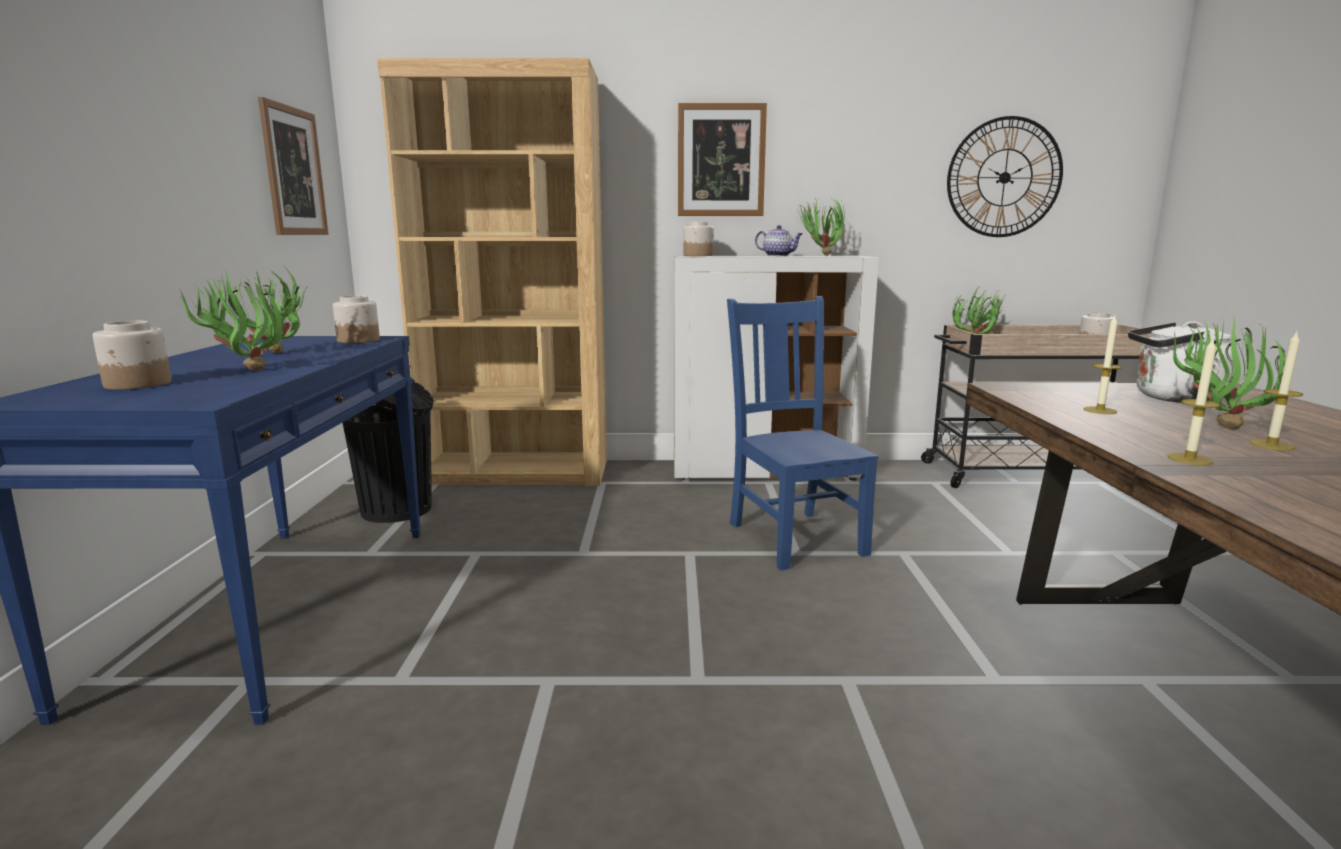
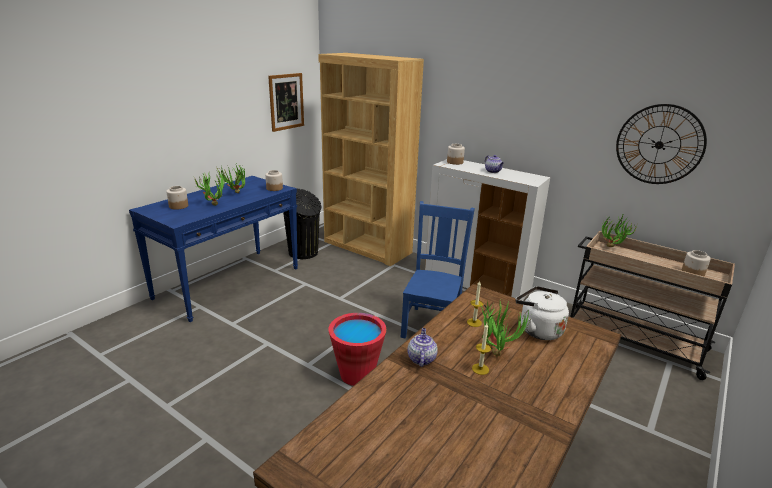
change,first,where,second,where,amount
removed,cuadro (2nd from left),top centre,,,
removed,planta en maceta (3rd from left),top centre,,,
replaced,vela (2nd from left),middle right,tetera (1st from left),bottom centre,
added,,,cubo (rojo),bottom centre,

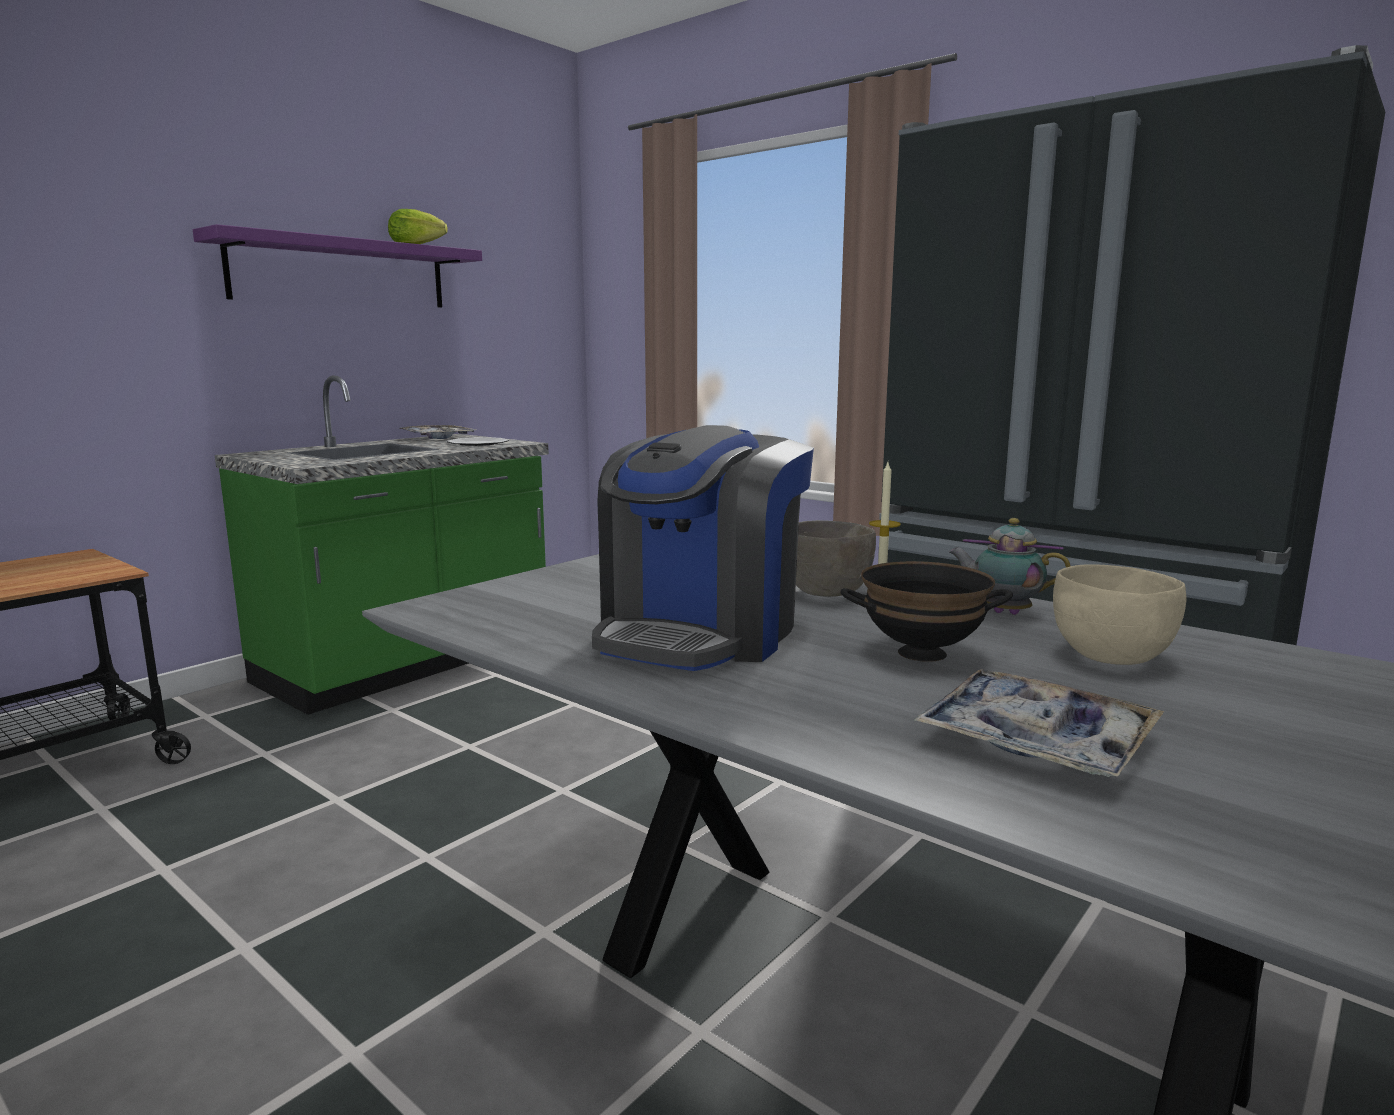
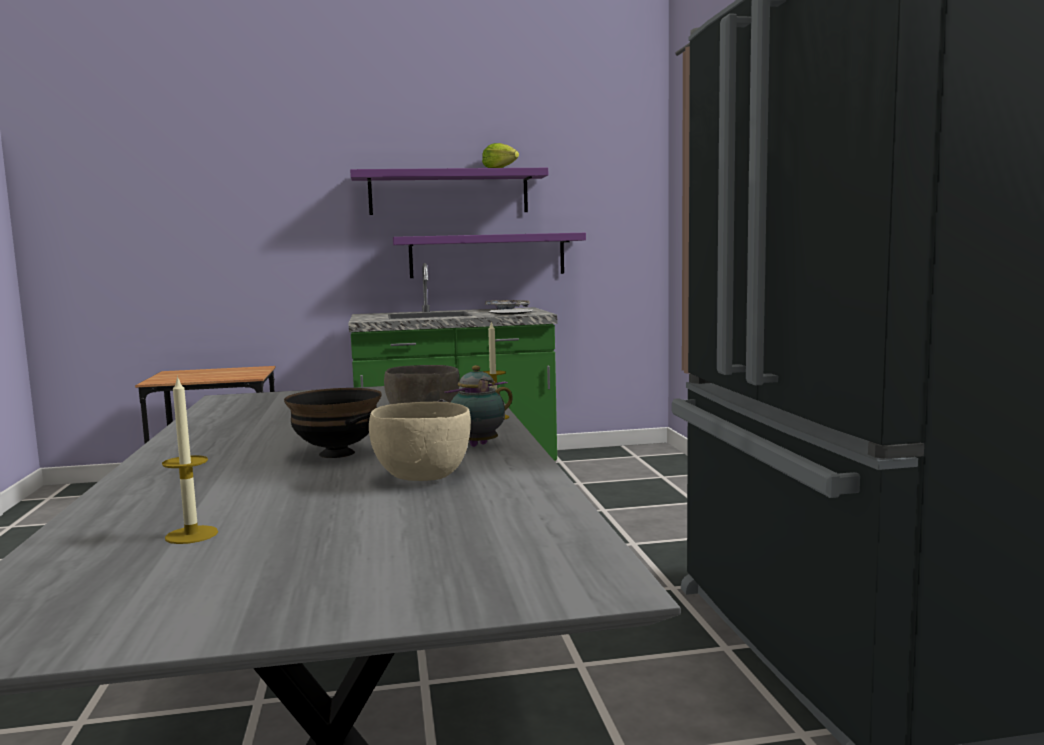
change,first,where,second,where,amount
removed,cafetera,centre,,,
turned,tetera,middle right,,centre,105 degrees counterclockwise
removed,bandeja (2nd from left),middle right,,,
added,,,estante (morado) (2nd from left),centre,
added,,,vela (1st from left),middle left,

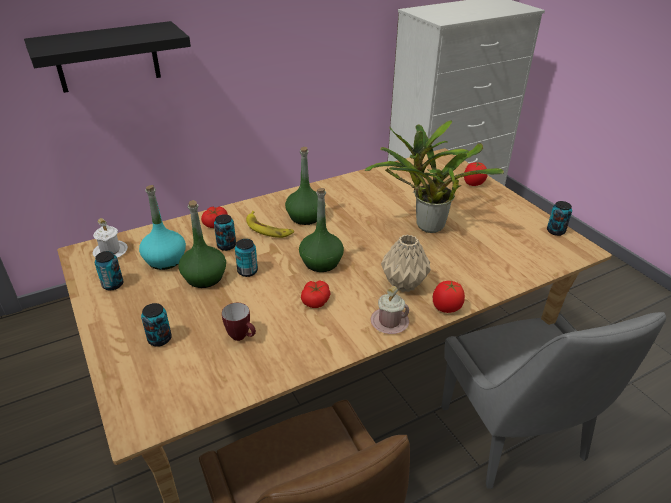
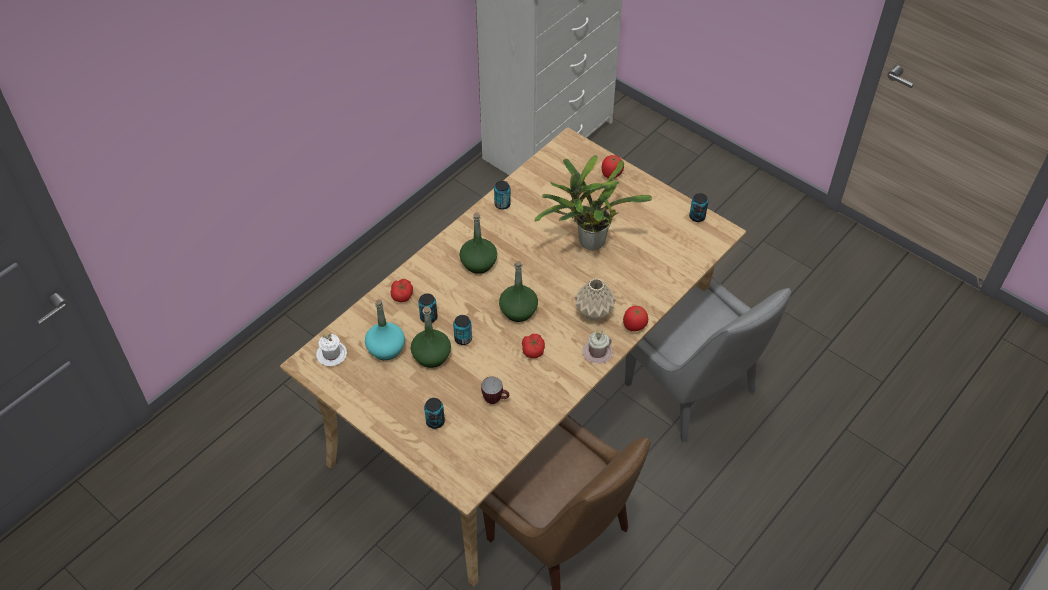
change,first,where,second,where,amount
removed,estante (negro),top left,,,
removed,plátano,centre,,,
moved,lata (1st from left in the first image),middle left,lata (4th from left),top centre,

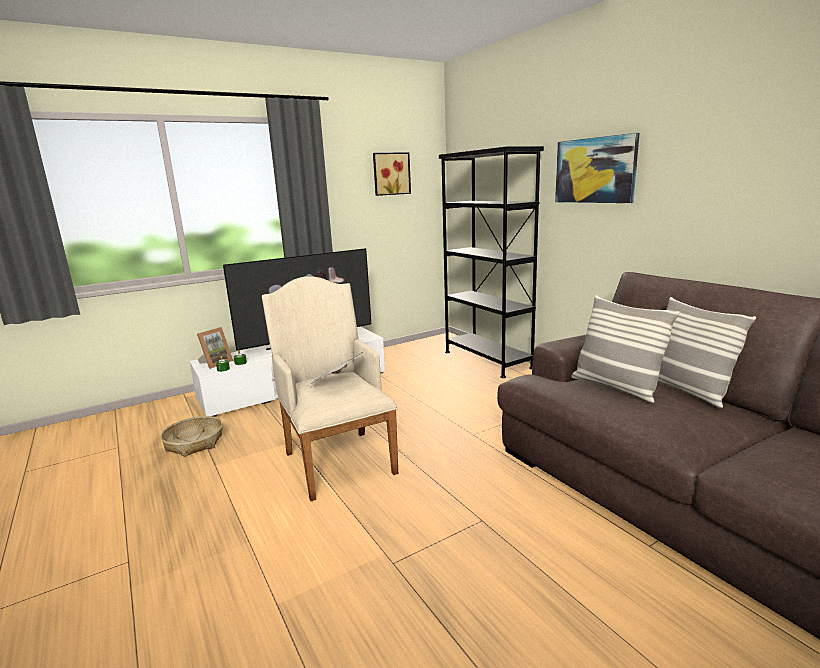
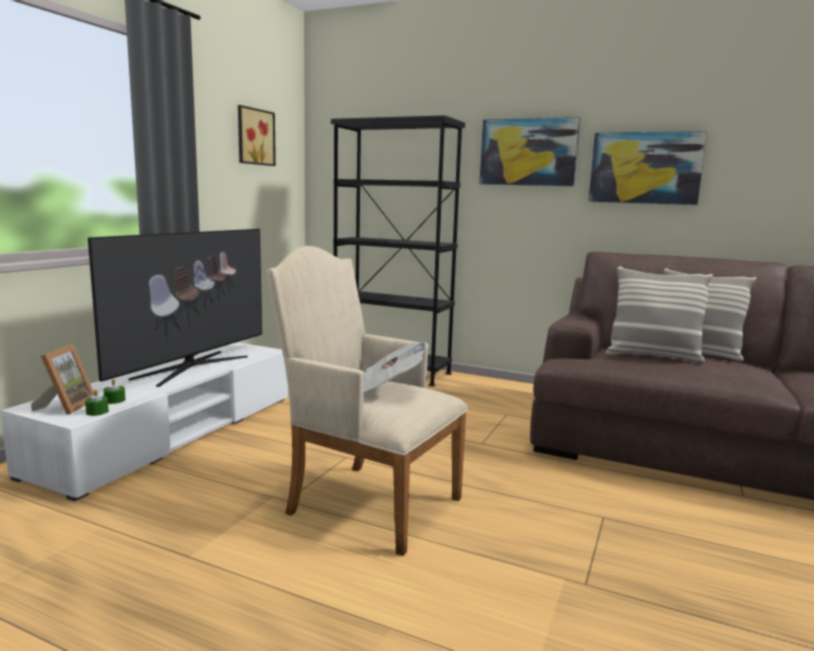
change,first,where,second,where,amount
removed,cesta,middle left,,,
added,,,cuadro (3rd from left),top right,

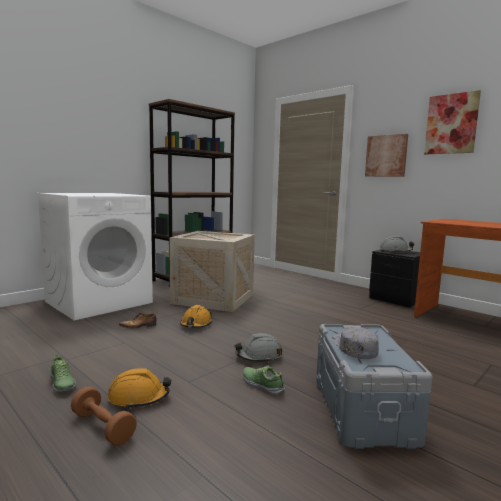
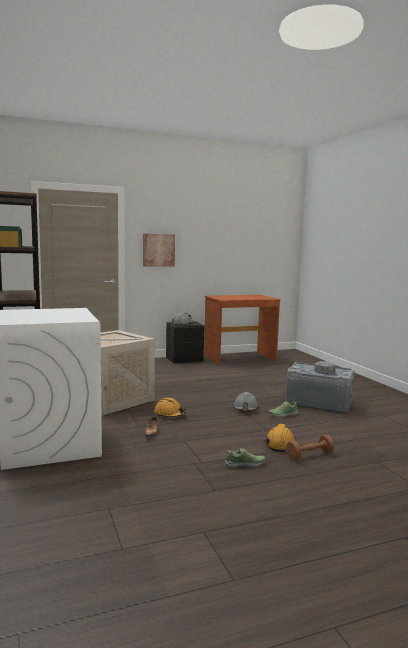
change,first,where,second,where,amount
removed,cuadro (2nd from left),top right,,,

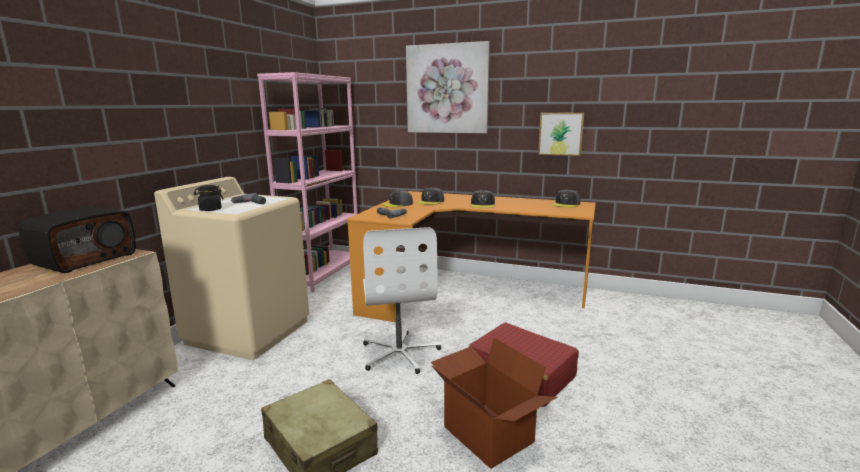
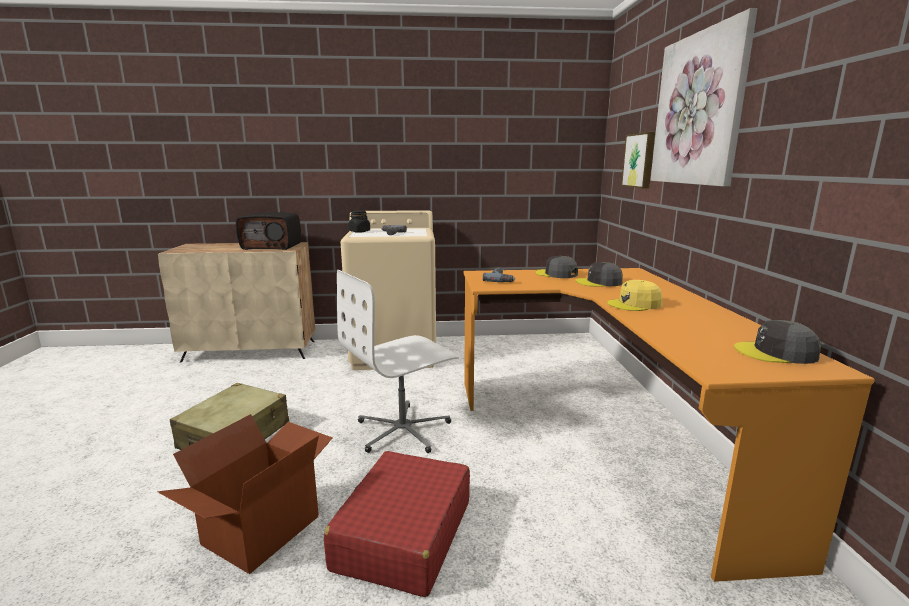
change,first,where,second,where,amount
removed,estantería (rosa),centre,,,
moved,cuadro (2nd from left in the first image),top centre,cuadro (1st from left),top right,
recoloured,gorra (gris) (3rd from left),centre,gorra (amarillo),middle right,

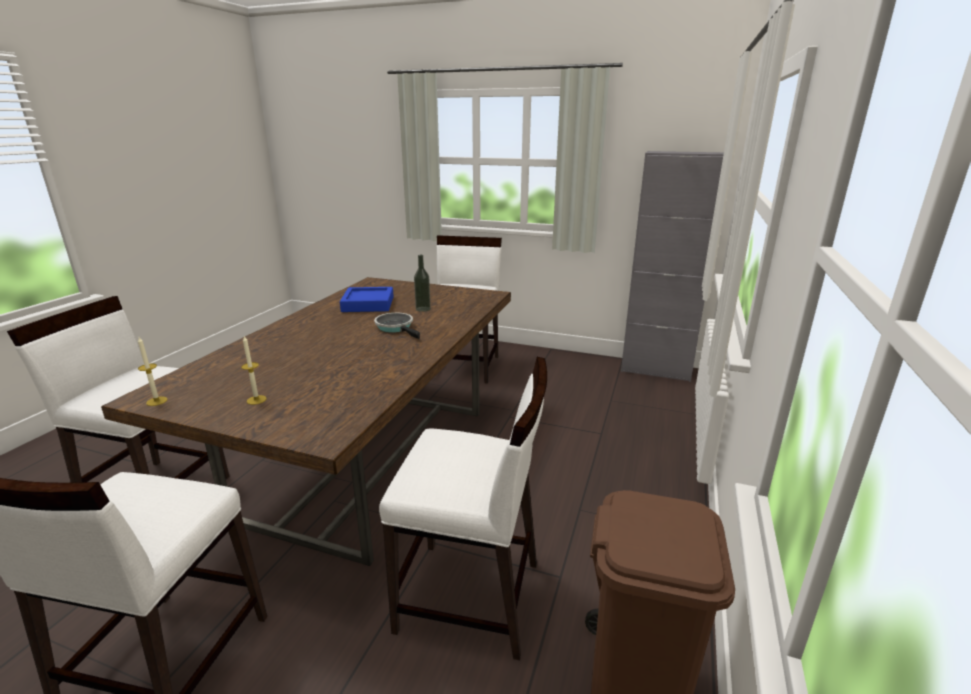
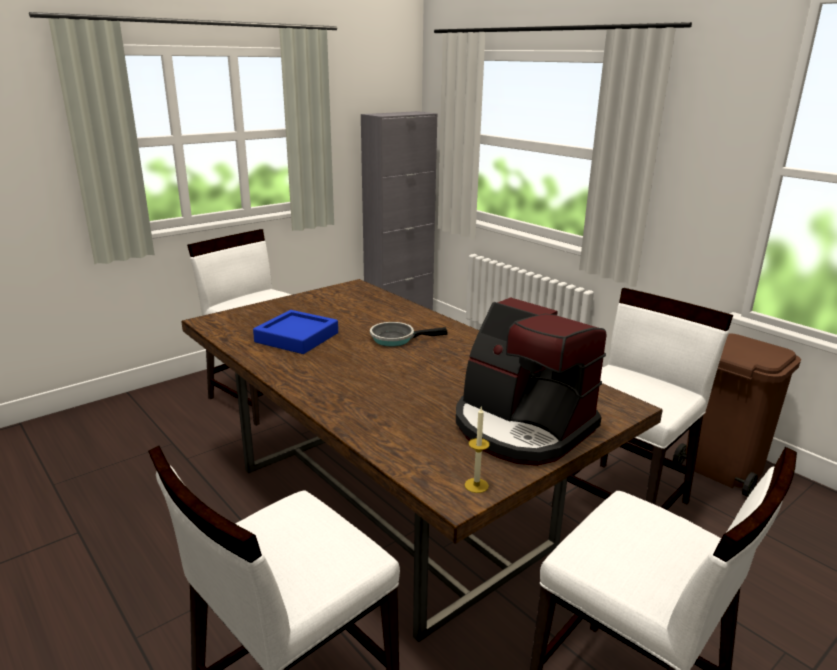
change,first,where,second,where,amount
removed,botella,centre,,,
replaced,vela (2nd from left),middle left,cafetera,centre,

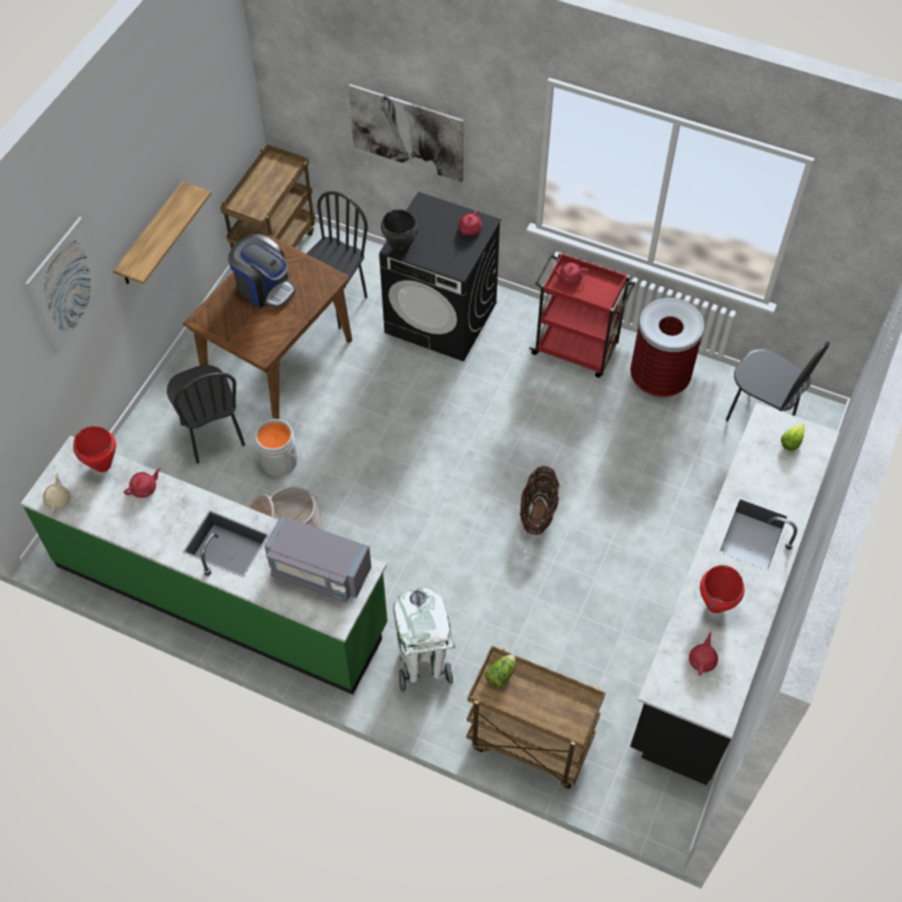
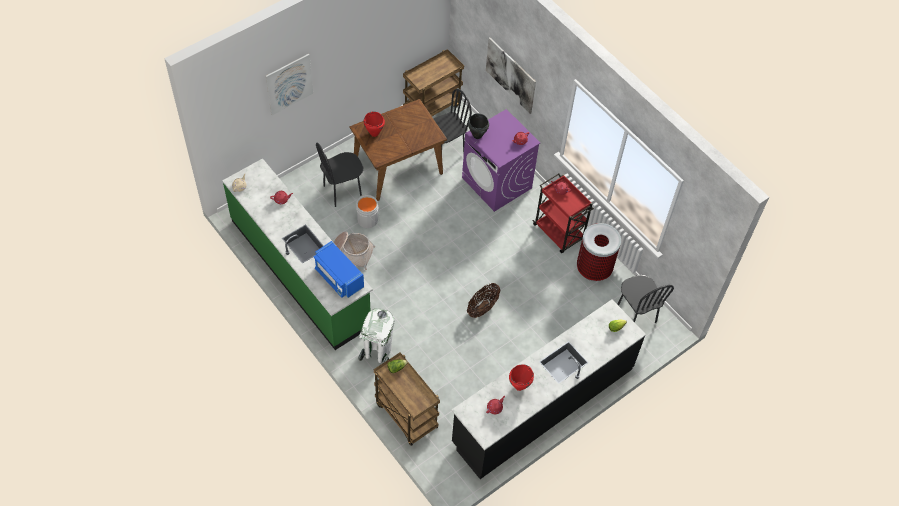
change,first,where,second,where,amount
removed,estante,top left,,,
recoloured,lavadora (negro),top centre,lavadora (morado),top centre,
removed,cafetera,top left,,,
turned,silla (negro) (1st from left),middle left,,centre,60 degrees clockwise
moved,olla (rojo) (1st from left),middle left,,top centre,
recoloured,microondas (gris),centre,microondas (azul),centre,

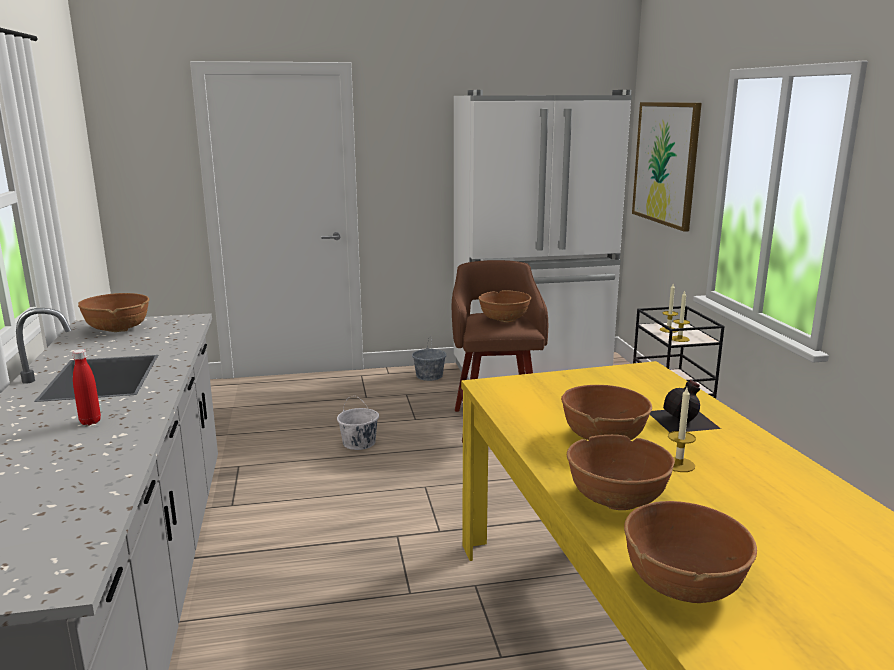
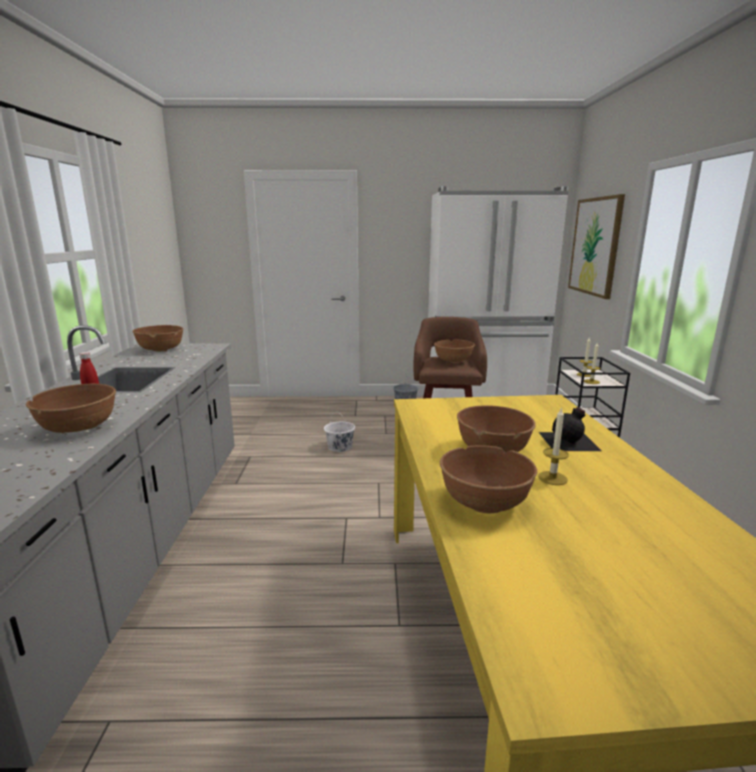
change,first,where,second,where,amount
moved,cuenco (marrón) (5th from left in the first image),bottom right,cuenco (marrón) (1st from left),middle left,

